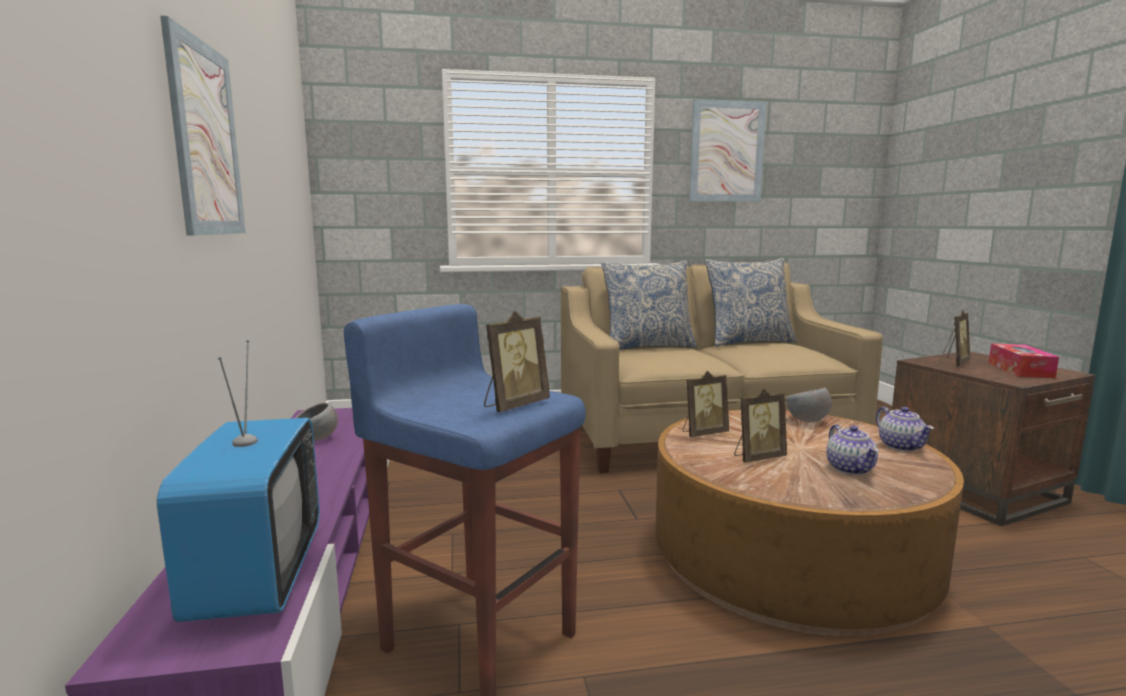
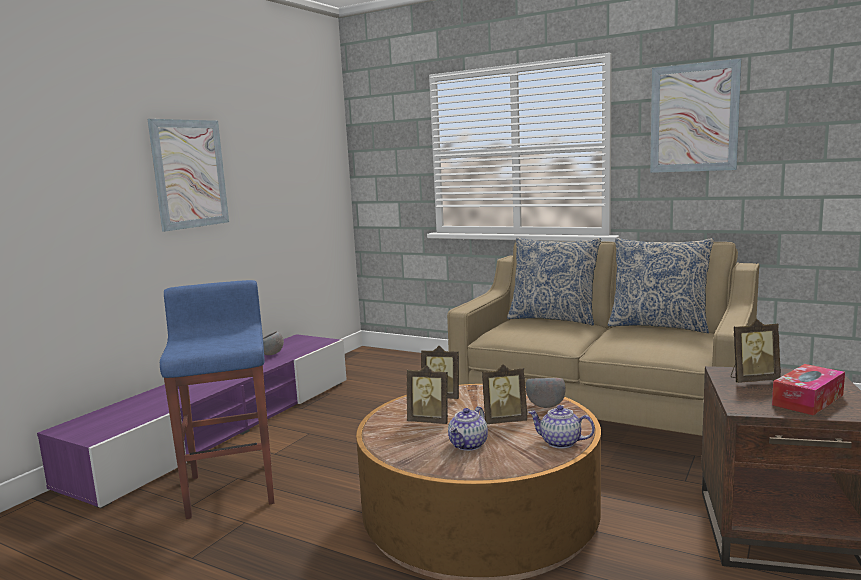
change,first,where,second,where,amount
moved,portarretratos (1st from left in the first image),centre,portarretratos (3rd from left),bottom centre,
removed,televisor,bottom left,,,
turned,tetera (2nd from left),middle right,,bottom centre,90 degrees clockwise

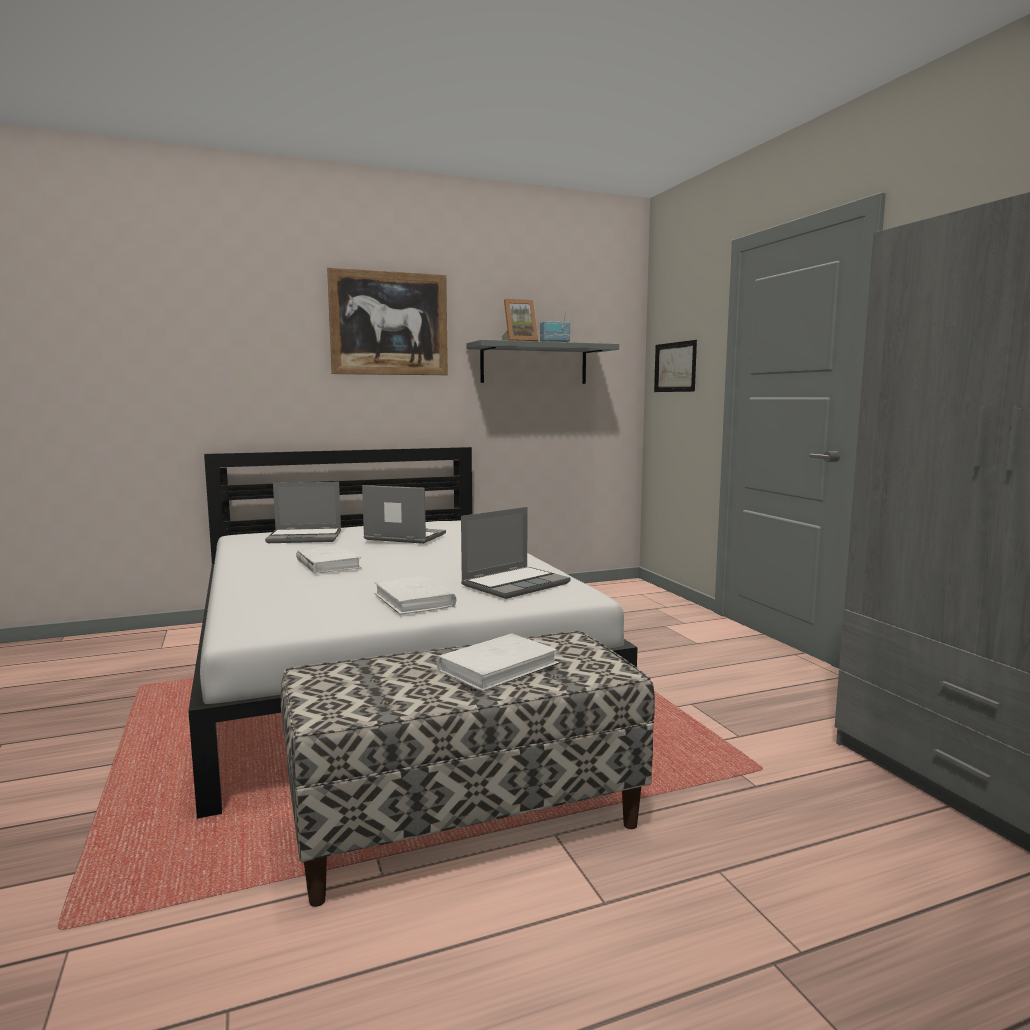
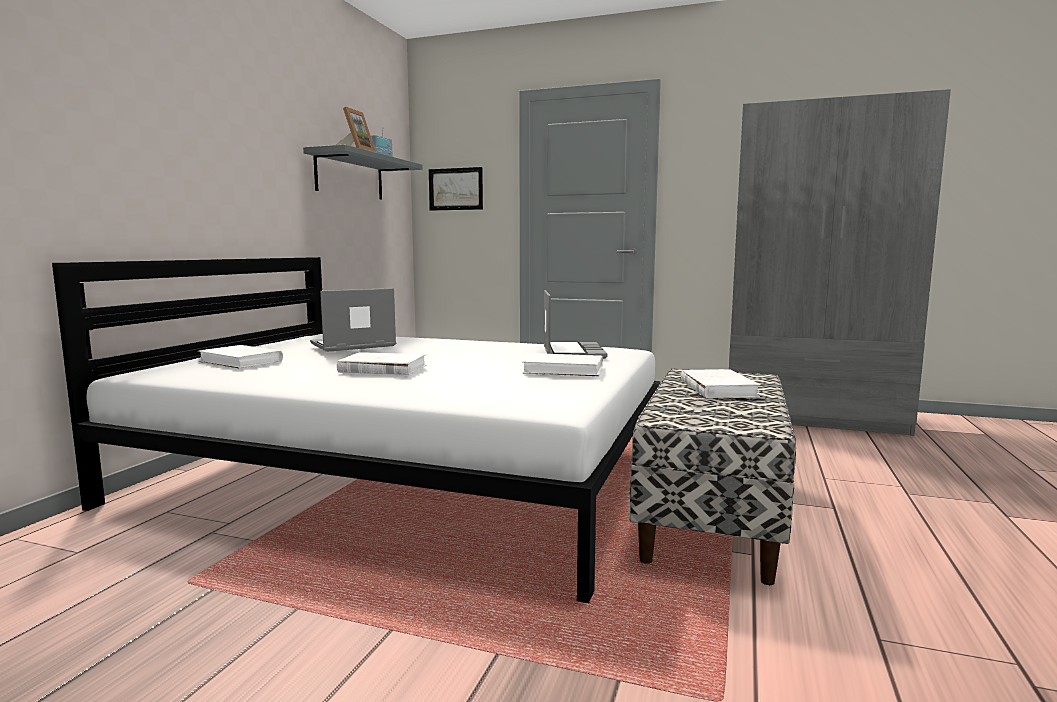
change,first,where,second,where,amount
removed,cuadro (1st from left),top centre,,,
replaced,portátil (1st from left),middle left,libro (blanco) (1st from left),middle left,

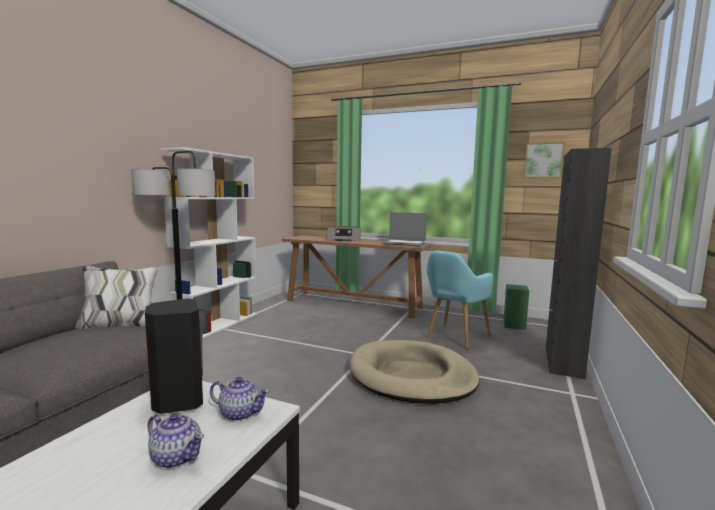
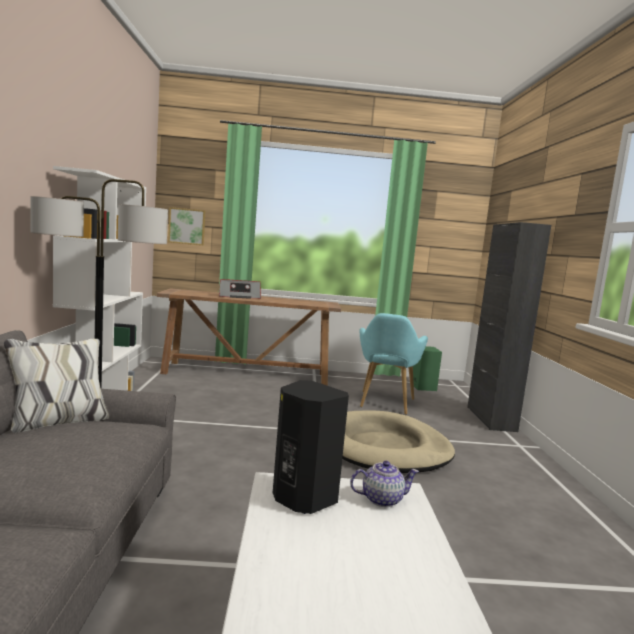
change,first,where,second,where,amount
moved,cuadro,top right,,middle left,
removed,portátil,centre,,,
removed,tetera (1st from left),bottom left,,,

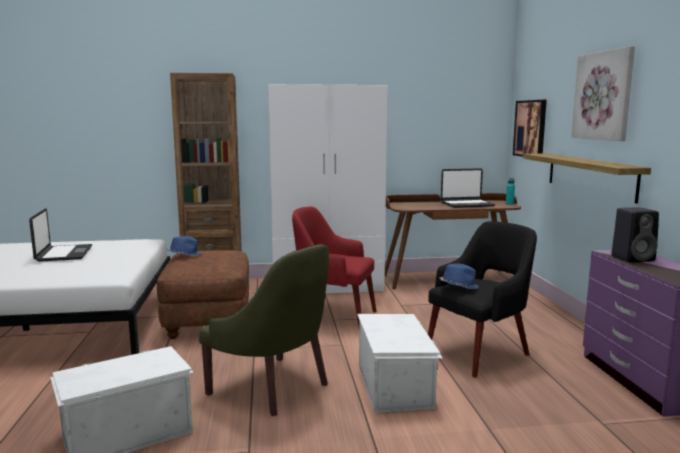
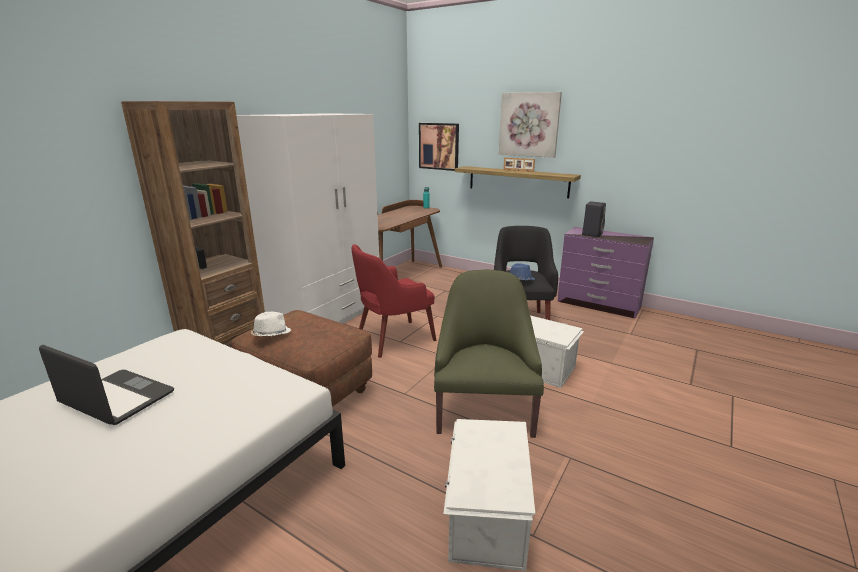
change,first,where,second,where,amount
removed,portátil (2nd from left),middle right,,,
recoloured,sombrero (azul) (1st from left),middle left,sombrero (blanco),middle left,
turned,sillón (verde),bottom centre,,centre,75 degrees counterclockwise
added,,,portarretratos,top centre,

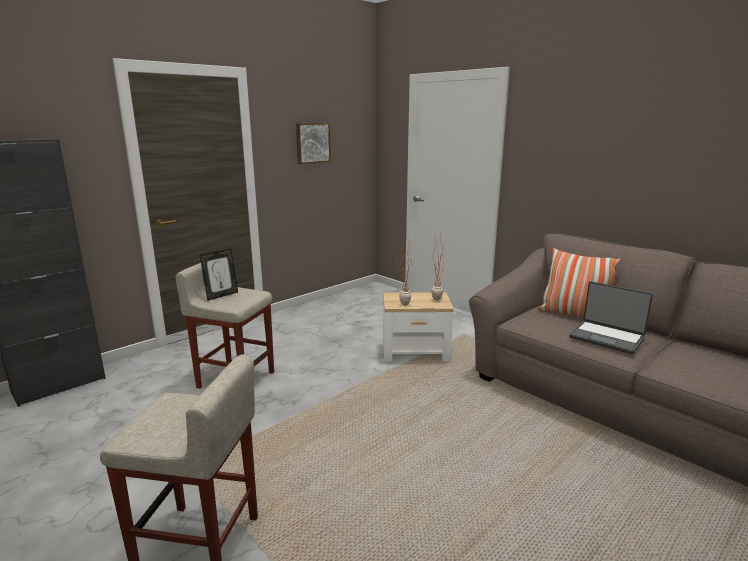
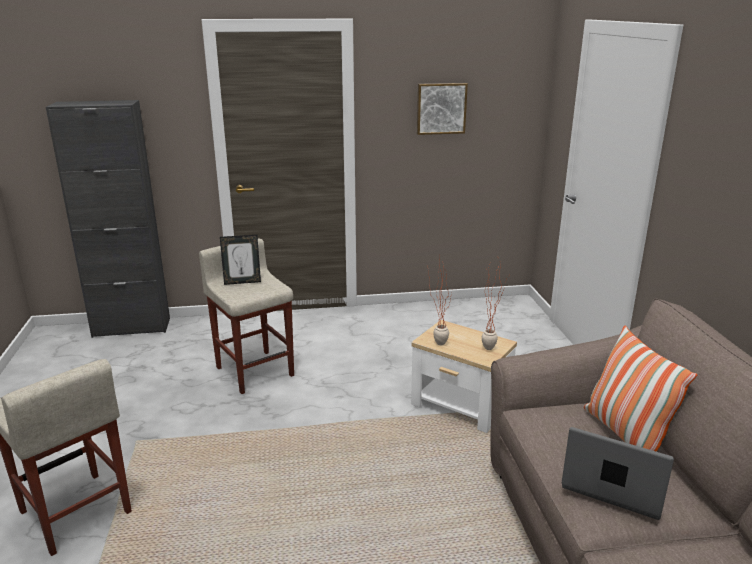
change,first,where,second,where,amount
turned,portátil,middle right,,bottom right,135 degrees clockwise

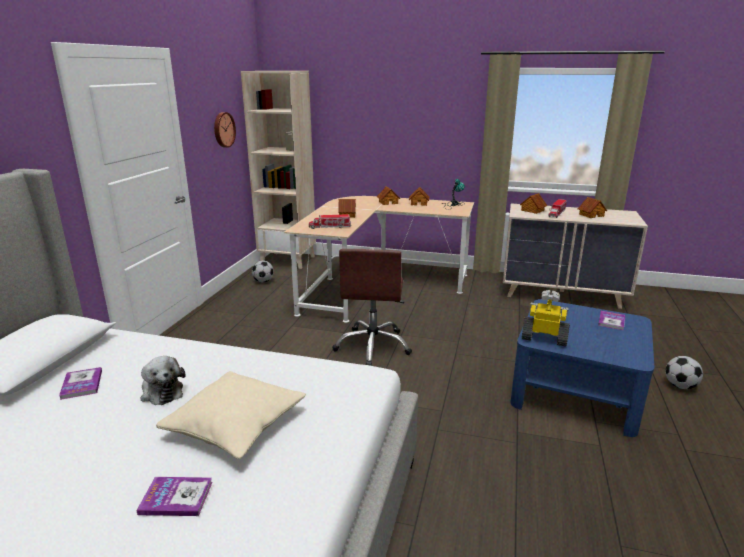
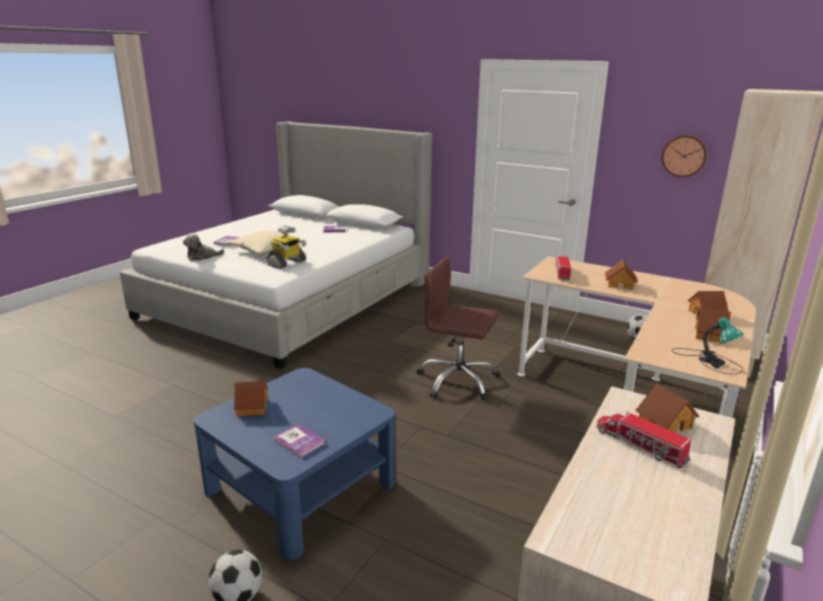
change,first,where,second,where,amount
moved,casita (5th from left in the first image),middle right,casita (1st from left),middle left,
moved,robot de juguete,middle right,,centre,
moved,peluche,bottom left,,middle left,

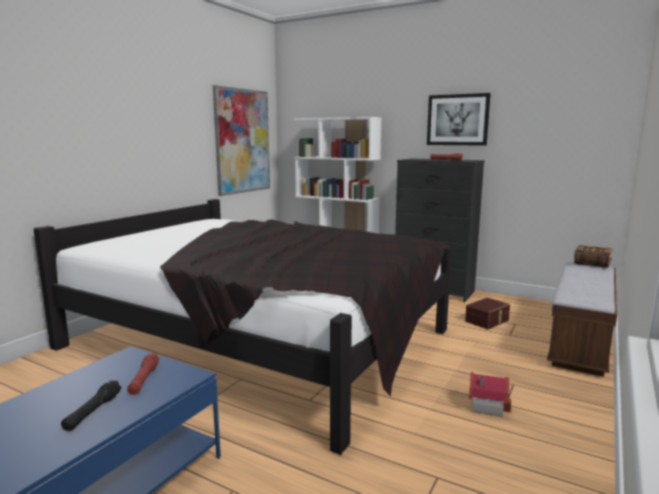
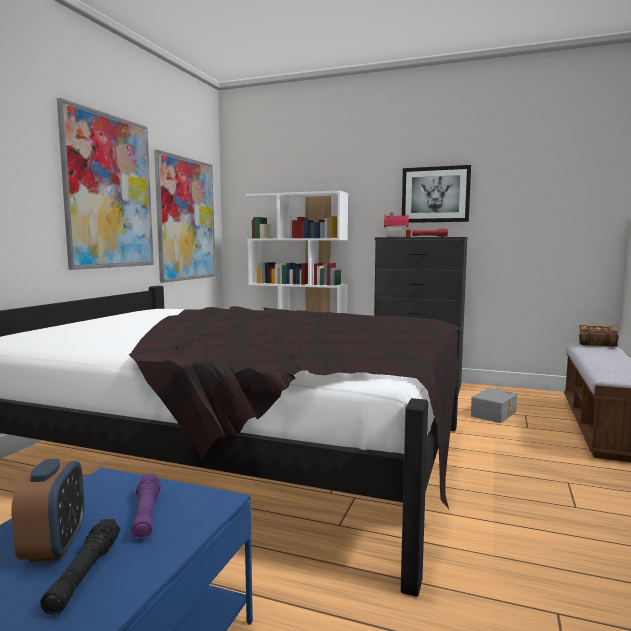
change,first,where,second,where,amount
recoloured,caja de almacenaje (marrón),middle right,caja de almacenaje (gris),middle right,
recoloured,linterna (rojo) (1st from left),bottom left,linterna (morado),bottom left,
moved,casita,bottom right,,centre,
added,,,cuadro (1st from left),top left,
added,,,despertador,bottom left,

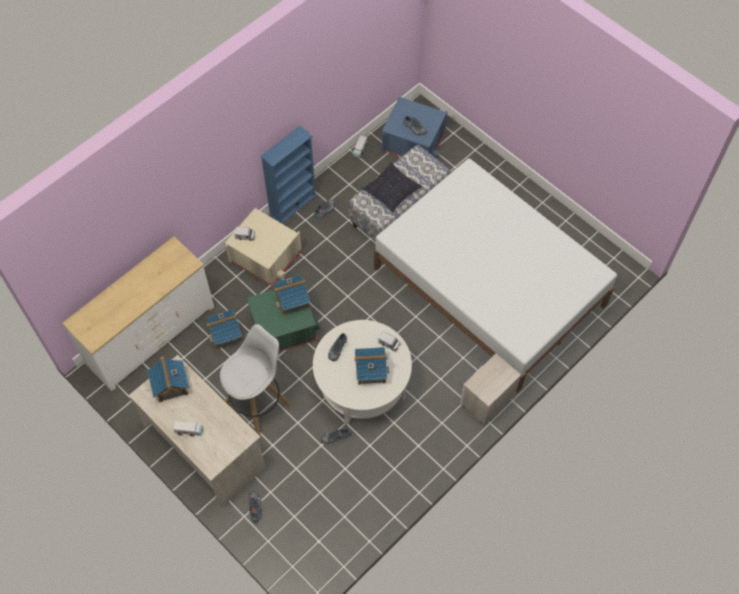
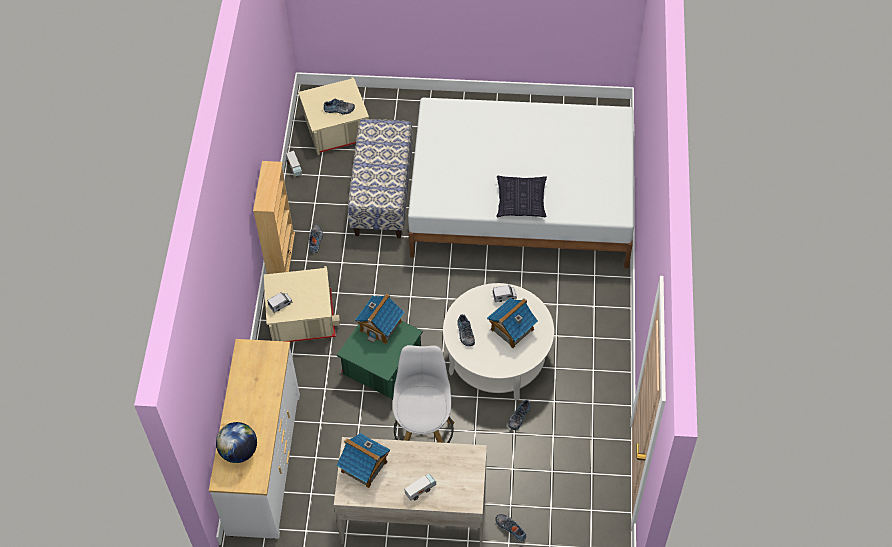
change,first,where,second,where,amount
recoloured,caja de almacenaje (azul),top centre,caja de almacenaje (beis) (2nd from left),top centre,
recoloured,estantería (azul),top centre,estantería (beis),middle left,
moved,cojín,top centre,,centre,
removed,casita (2nd from left),middle left,,,
removed,mesita de noche,centre,,,
added,,,globo terráqueo,bottom left,

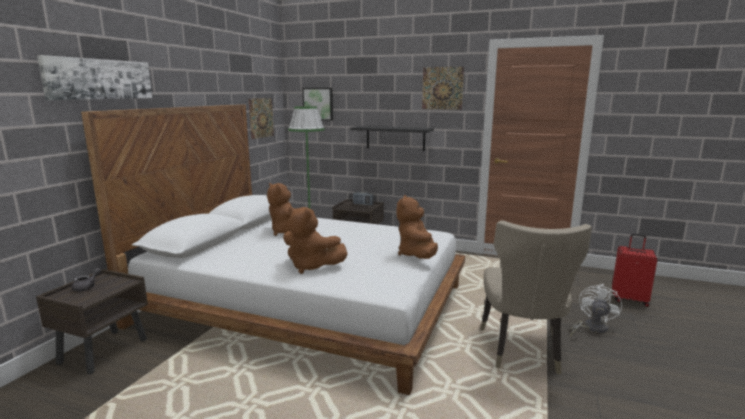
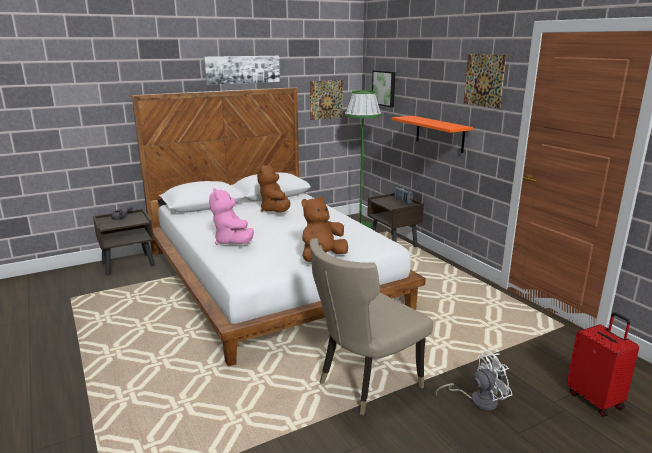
change,first,where,second,where,amount
moved,cuadro (1st from left),top left,,top centre,
recoloured,estante (negro),top centre,estante (naranja),top centre,
recoloured,peluche (marrón) (2nd from left),centre,peluche (rosa),centre,

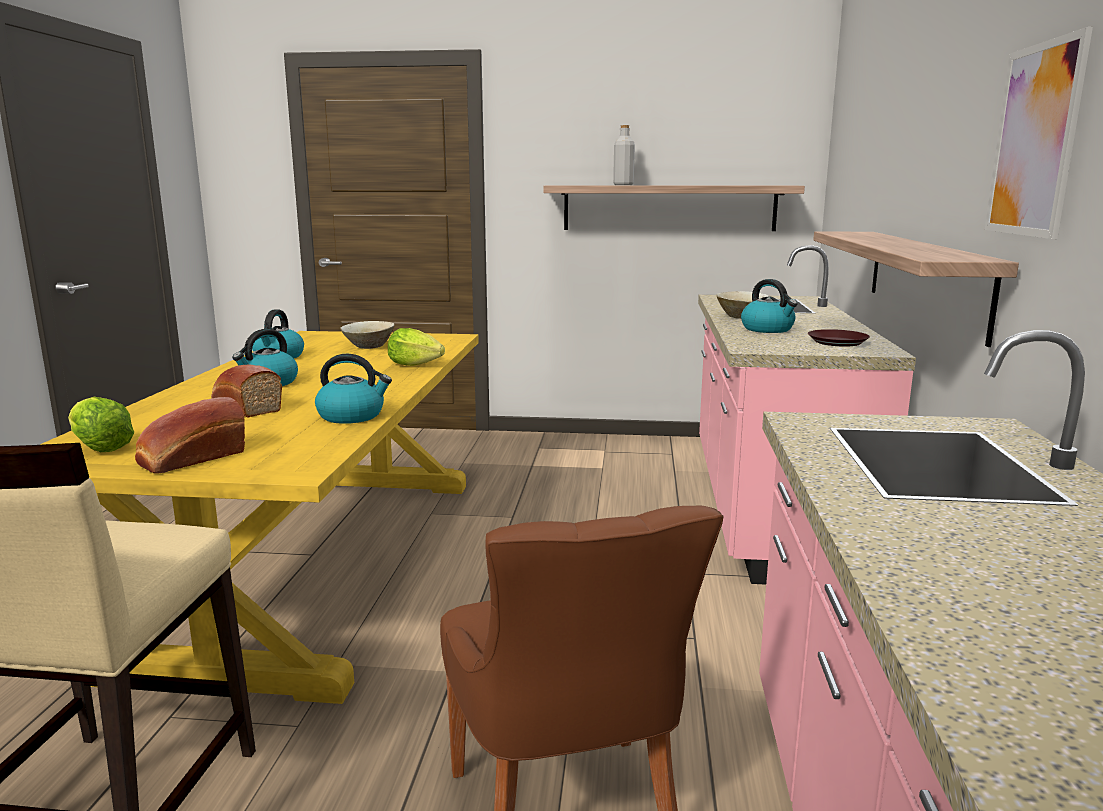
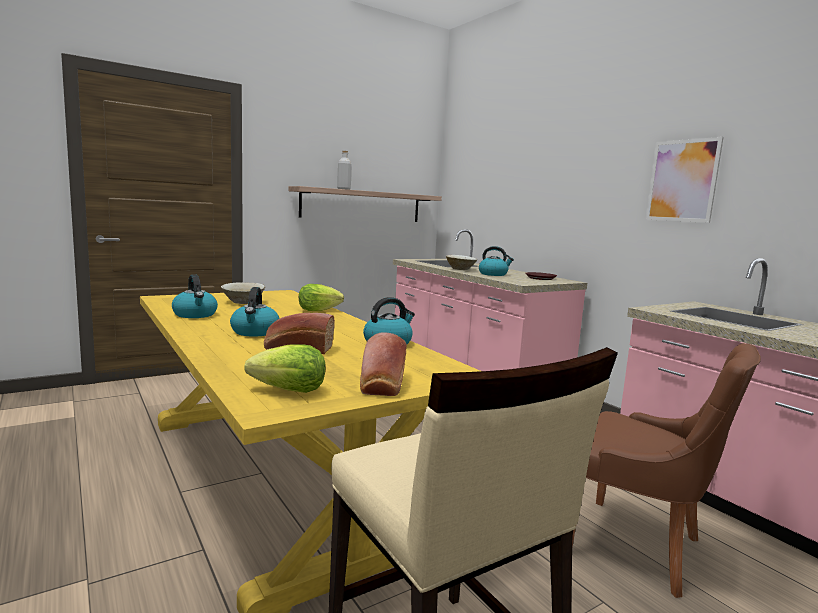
change,first,where,second,where,amount
removed,estante (2nd from left),middle right,,,

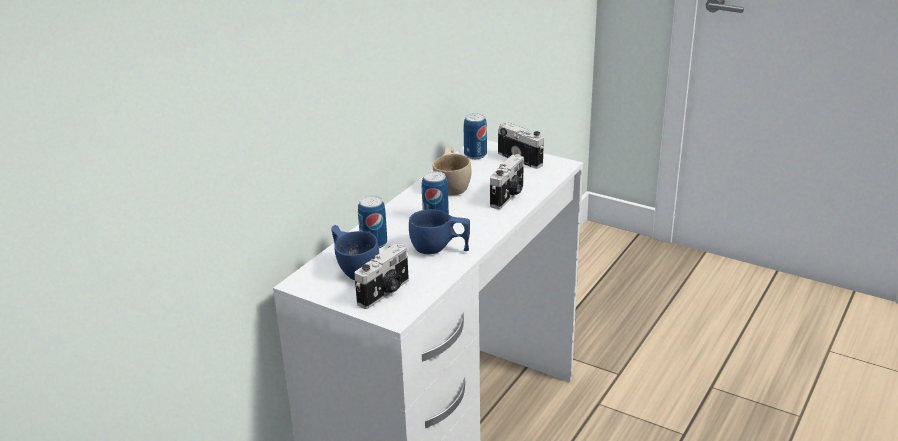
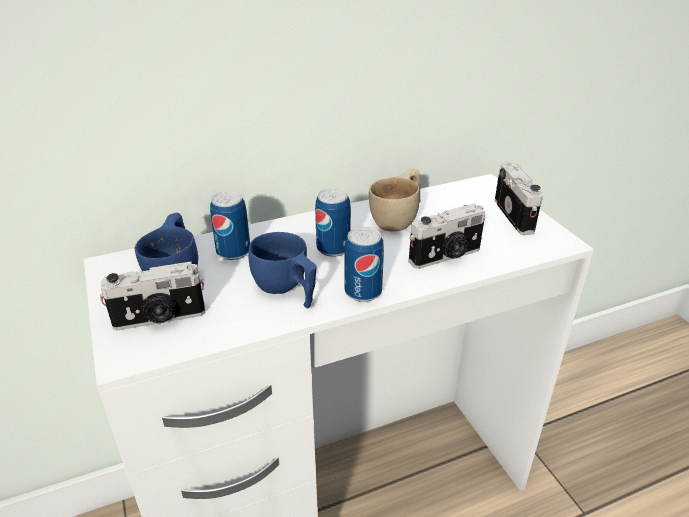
change,first,where,second,where,amount
moved,lata (3rd from left),top centre,,centre,

